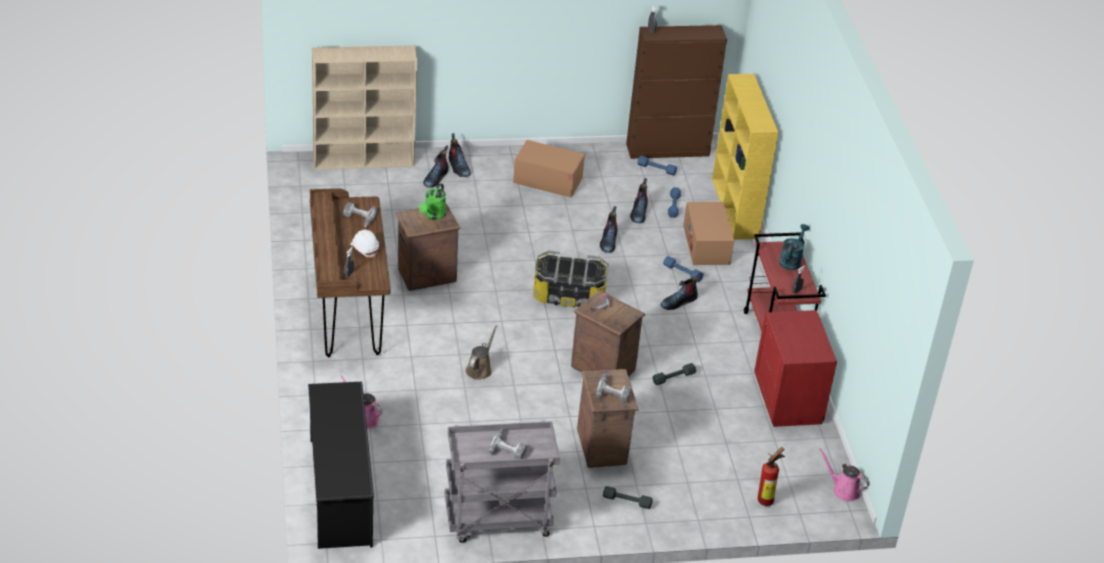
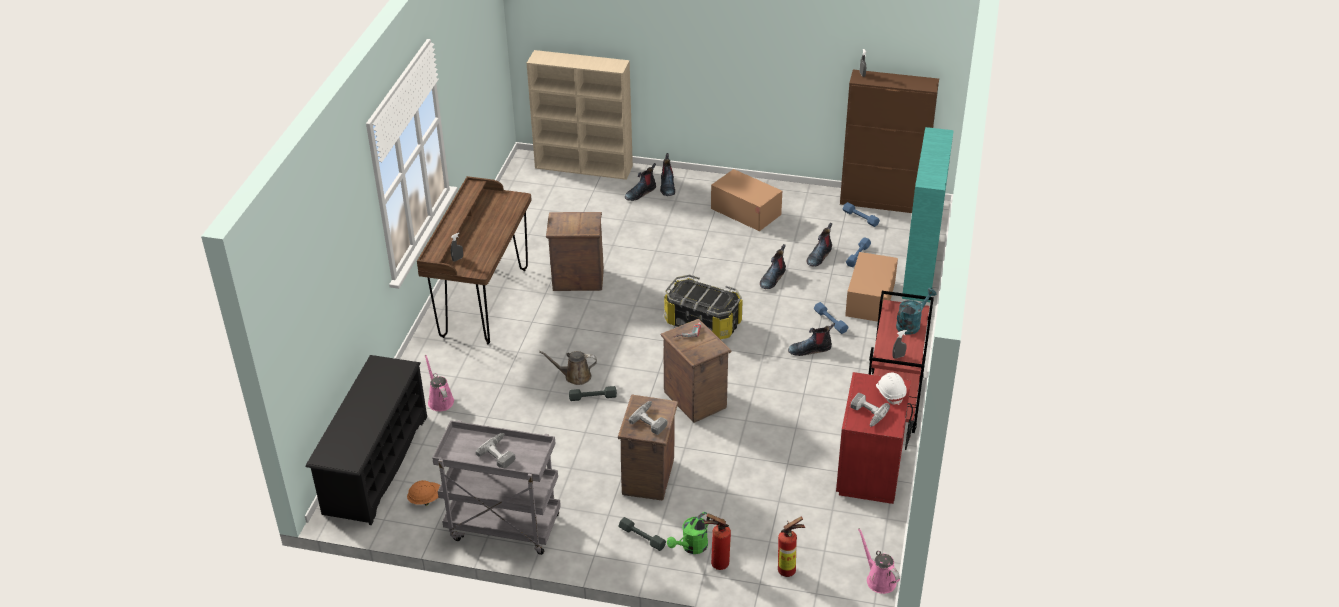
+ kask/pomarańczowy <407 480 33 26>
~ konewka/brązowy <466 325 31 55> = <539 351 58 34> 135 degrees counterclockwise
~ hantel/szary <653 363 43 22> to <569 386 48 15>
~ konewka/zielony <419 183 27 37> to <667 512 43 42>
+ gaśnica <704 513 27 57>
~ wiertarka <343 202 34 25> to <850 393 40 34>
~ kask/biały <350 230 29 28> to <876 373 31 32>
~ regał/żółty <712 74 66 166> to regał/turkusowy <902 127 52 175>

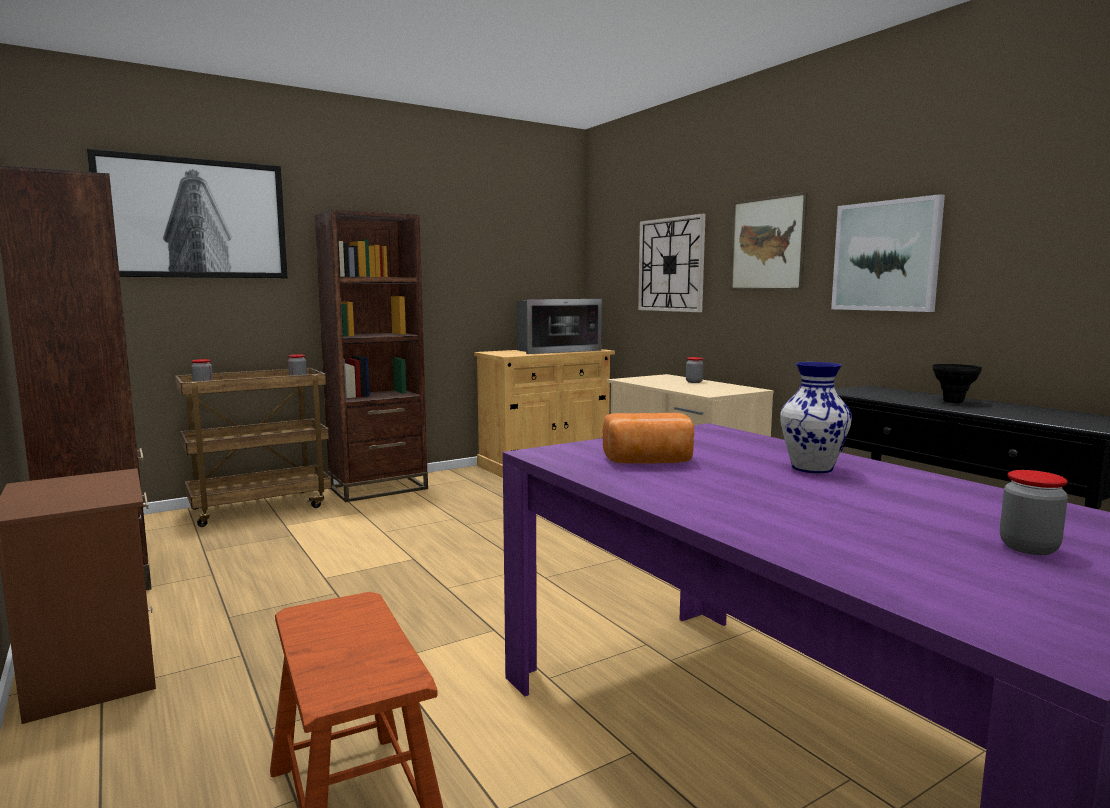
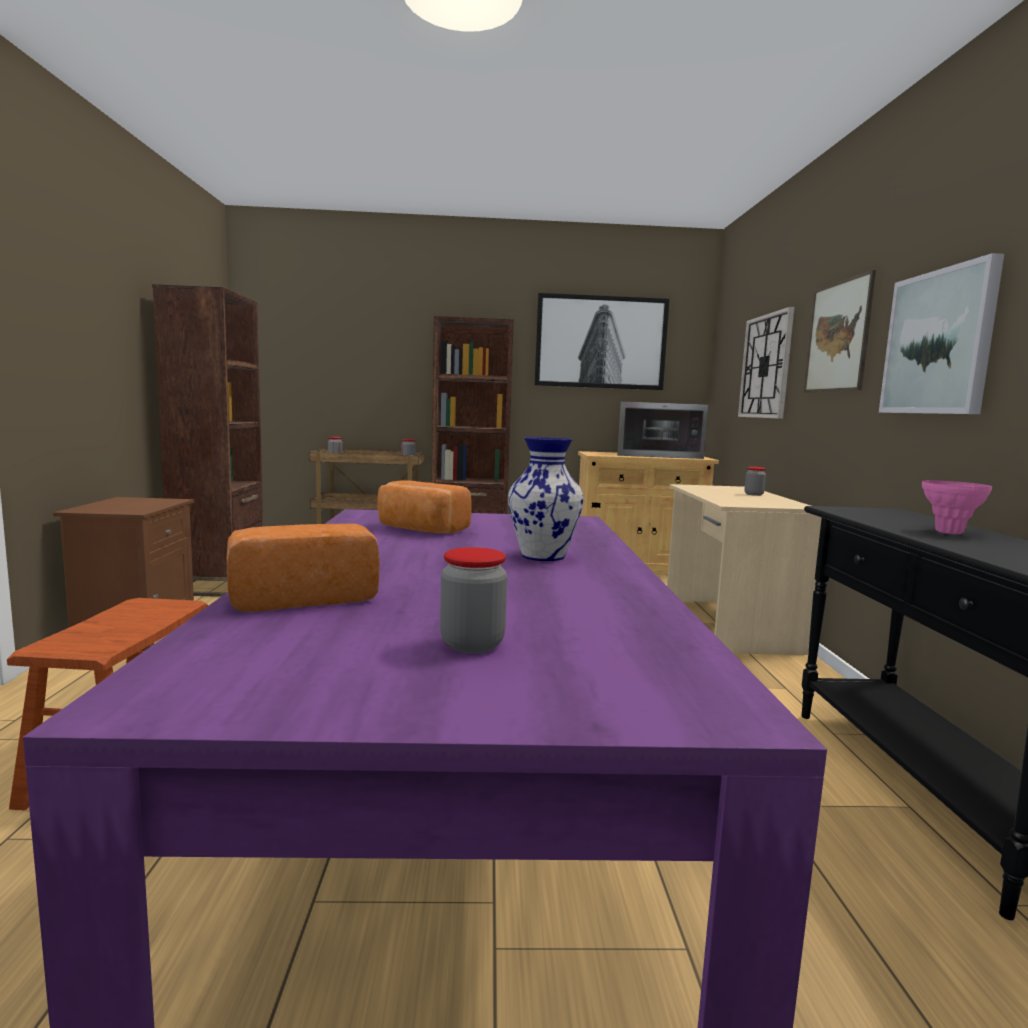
+ chleb <227 524 153 88>
~ obraz <87 149 200 129> to <535 293 135 97>
~ wazon/czarny <932 364 50 39> to wazon/różowy <922 480 70 54>

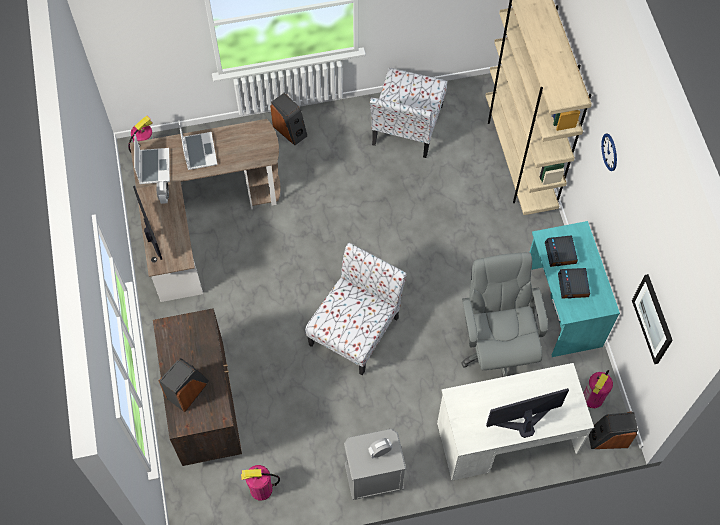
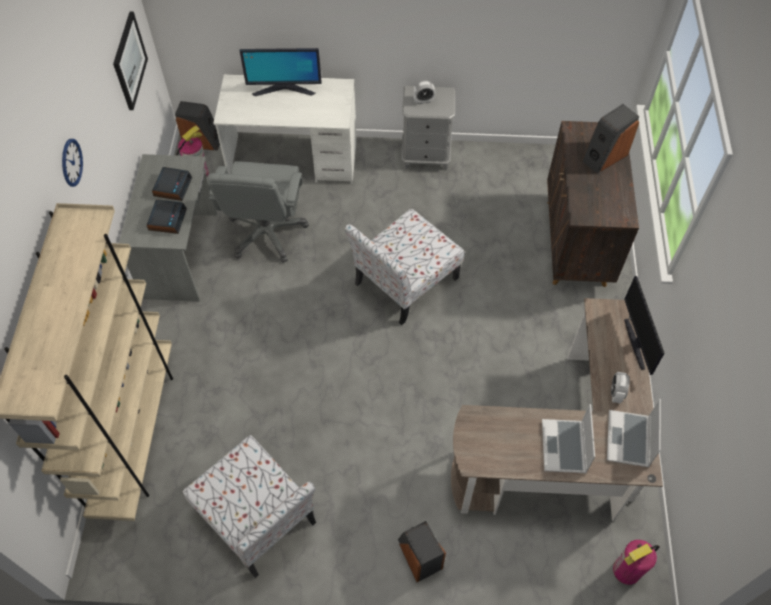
~ biurko/turkusowy <529 221 91 136> to biurko/szary <119 154 98 148>
~ krzesło <370 68 77 90> = <183 435 133 143> 105 degrees clockwise
- gaśnica <241 465 39 36>

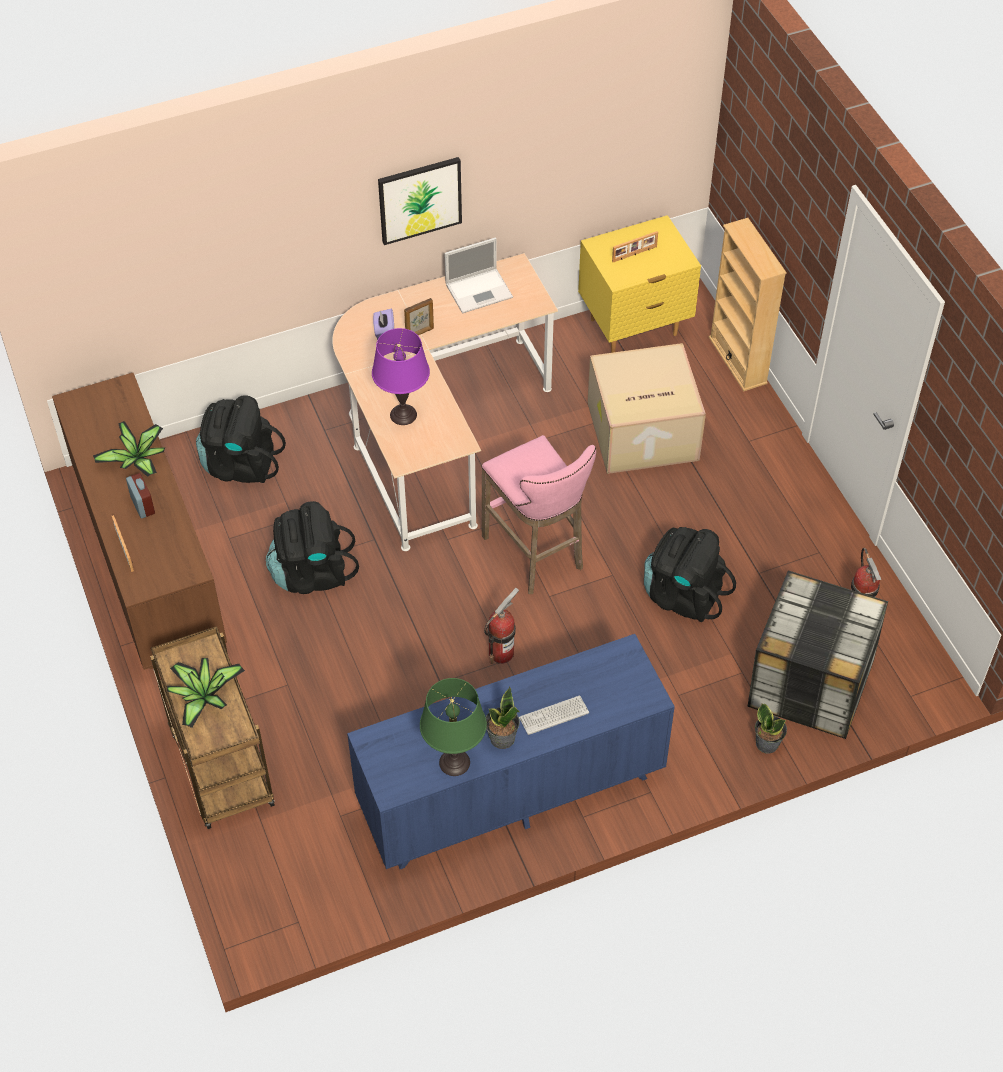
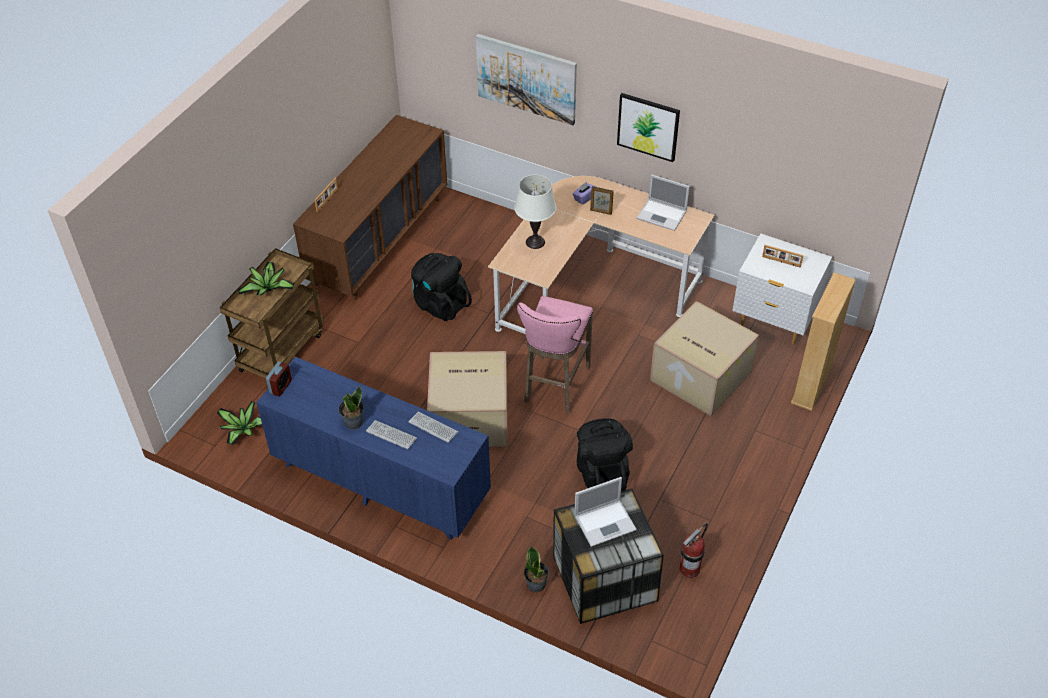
~ roślina doniczkowa <93 421 73 56> to <217 401 45 44>
~ budzik <126 473 29 46> to <266 361 26 36>
+ klawiatura <408 411 50 32>
~ gaśnica <484 588 35 76> to karton <427 351 80 96>
+ obraz <476 34 101 91>
~ lampa stołowa/fioletowy <372 328 58 97> to lampa stołowa/biały <514 175 42 74>
+ laptop <574 477 63 70>
~ szafka nocna/żółty <578 215 123 138> to szafka nocna/biały <732 233 100 112>
- plecak/czarny <196 395 90 88>
- lampa stołowa/zielony <420 678 67 98>

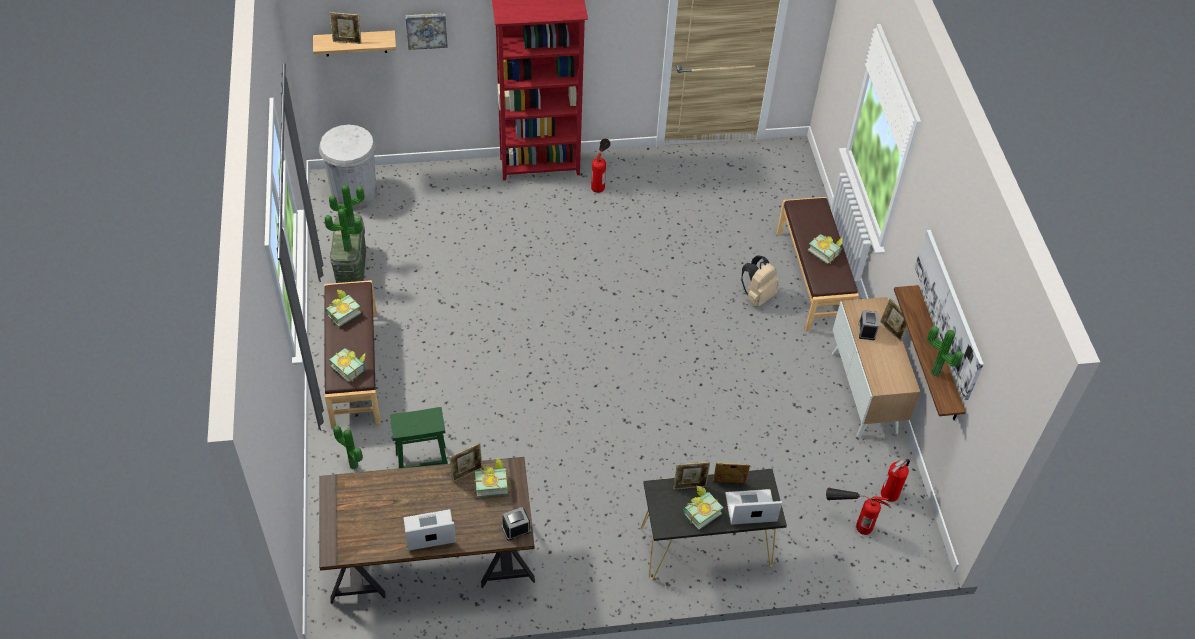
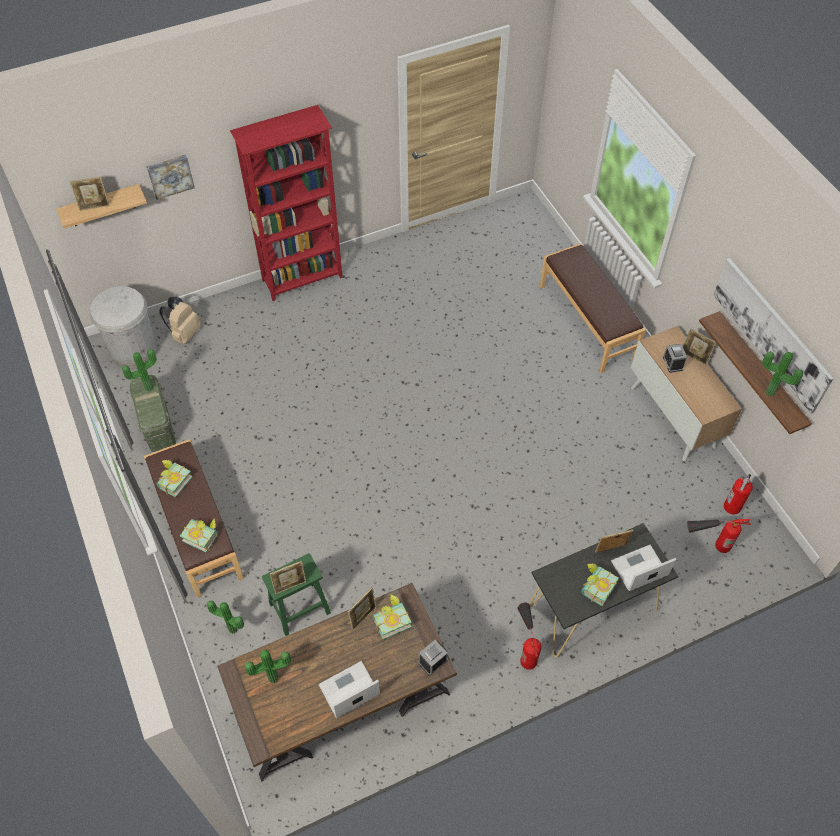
~ plecak/beżowy <741 256 38 51> to <159 297 42 47>
~ roślina doniczkowa <325 209 38 43> to <245 650 46 33>
~ ramka na zdjęcie <673 461 37 29> to <270 561 36 33>
~ gaśnica <591 139 19 54> to <518 602 23 68>
- książka <807 234 36 30>

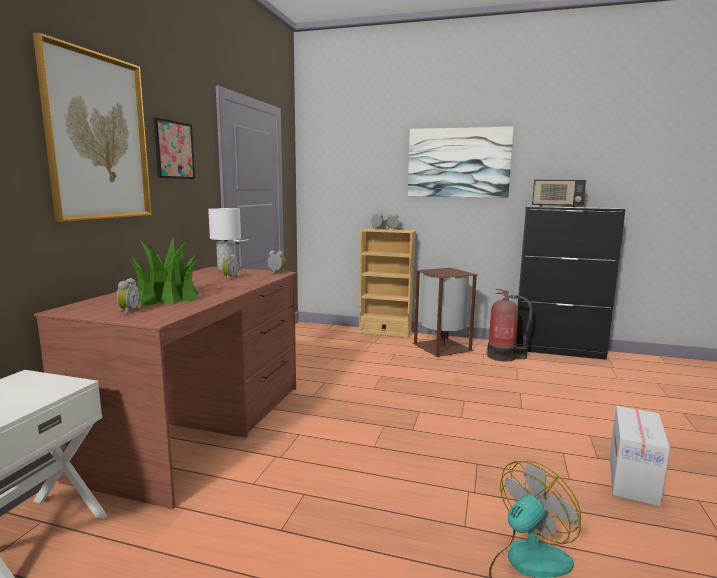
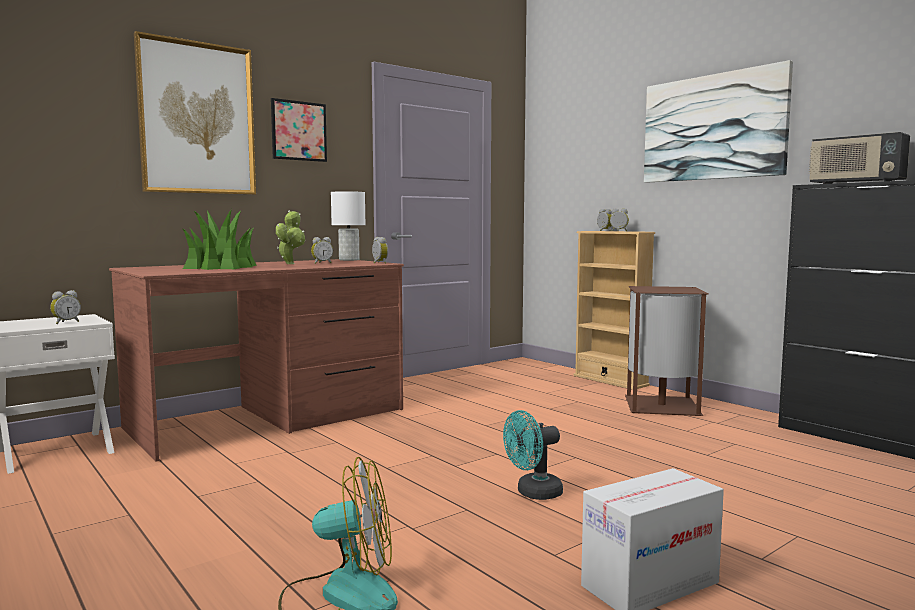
~ budzik <117 278 23 36> to <50 290 31 34>
+ roślina doniczkowa <276 211 29 53>
+ wentylator/turkusowy <503 410 60 90>
- gaśnica <487 289 46 73>

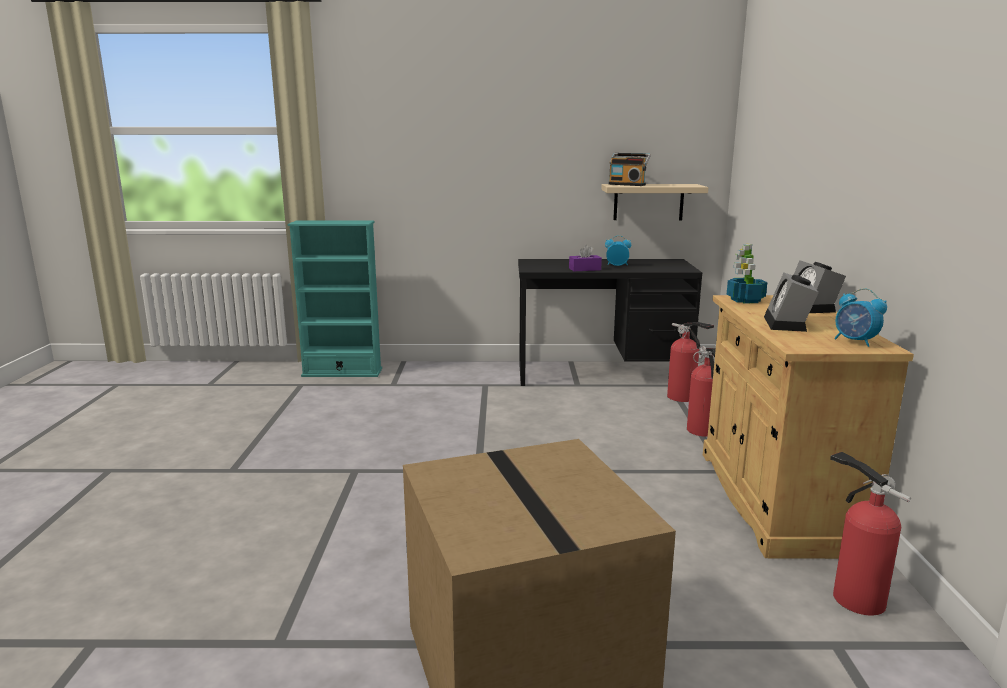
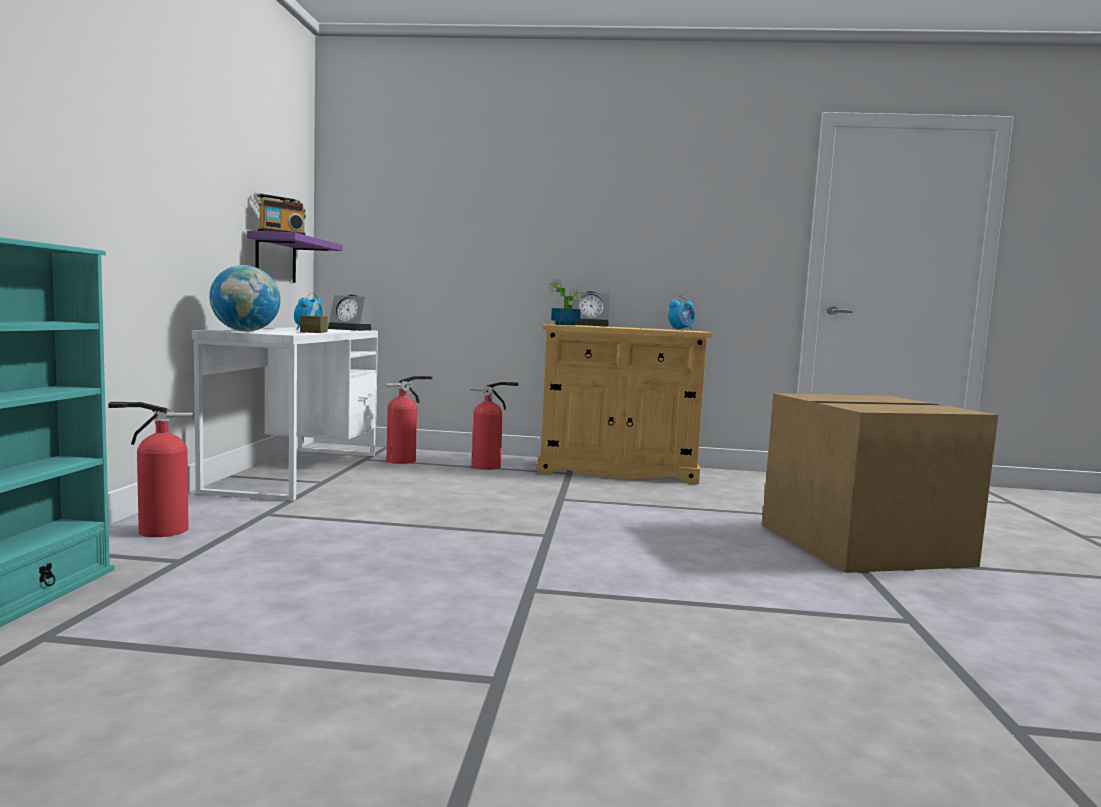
~ gaśnica <830 452 81 163> to <108 402 85 135>
~ biurko/czarny <518 259 184 127> to biurko/biały <192 327 186 174>
+ globus <209 265 72 66>
~ półka/beżowy <601 184 107 36> to półka/fioletowy <247 231 96 52>
~ pudełko chusteczek/fioletowy <569 245 33 26> to pudełko chusteczek/brązowy <300 301 28 32>
~ budzik <764 272 55 60> to <328 294 46 37>

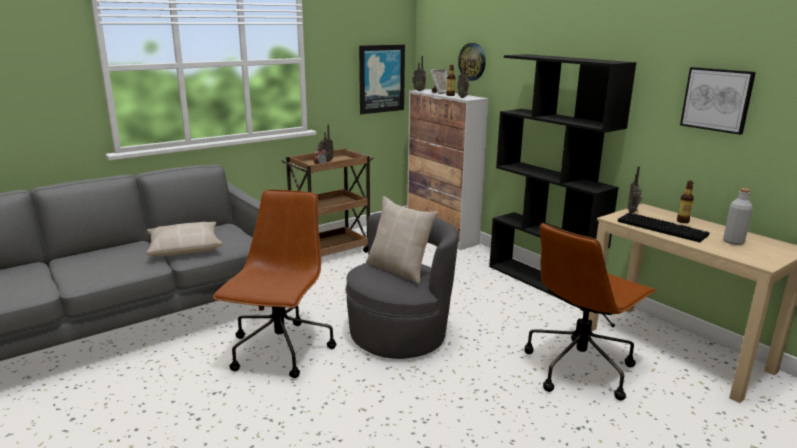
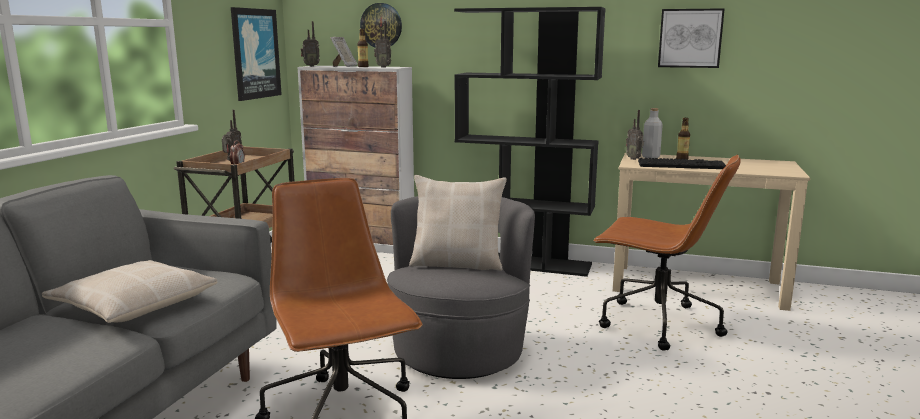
~ krzesło biurowe/brązowy <525 223 132 178> = <593 155 148 196> 75 degrees counterclockwise
~ butelka/szary <723 188 30 57> to <642 108 21 51>

